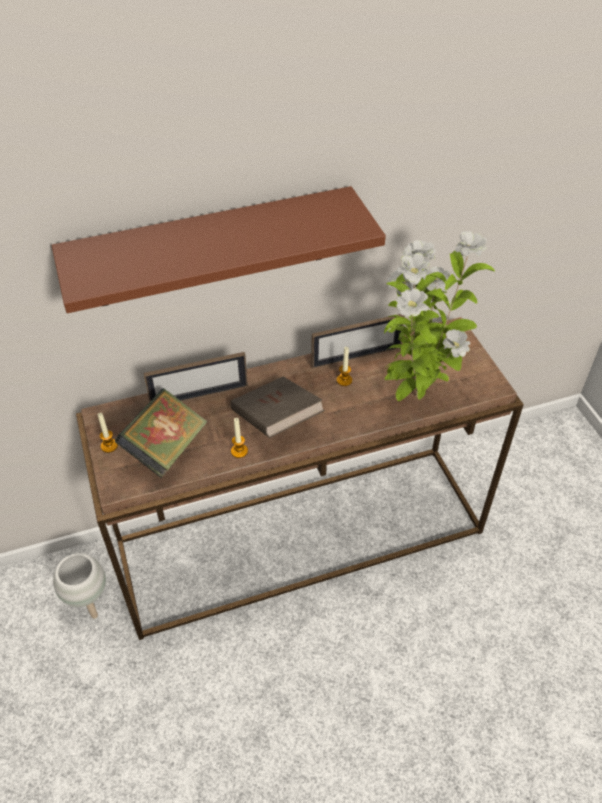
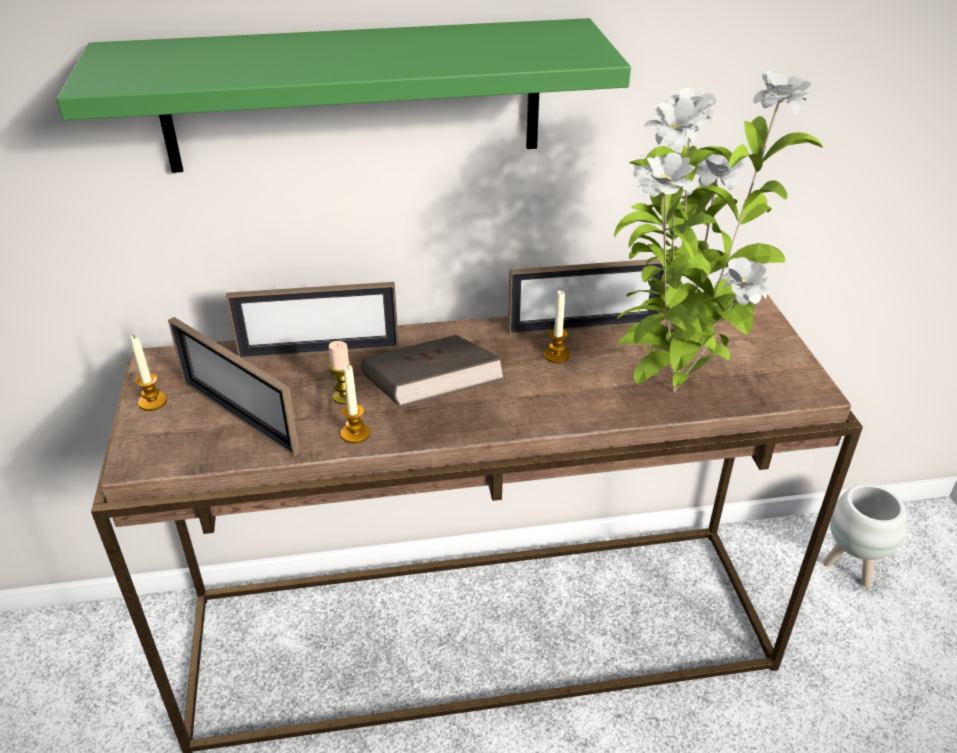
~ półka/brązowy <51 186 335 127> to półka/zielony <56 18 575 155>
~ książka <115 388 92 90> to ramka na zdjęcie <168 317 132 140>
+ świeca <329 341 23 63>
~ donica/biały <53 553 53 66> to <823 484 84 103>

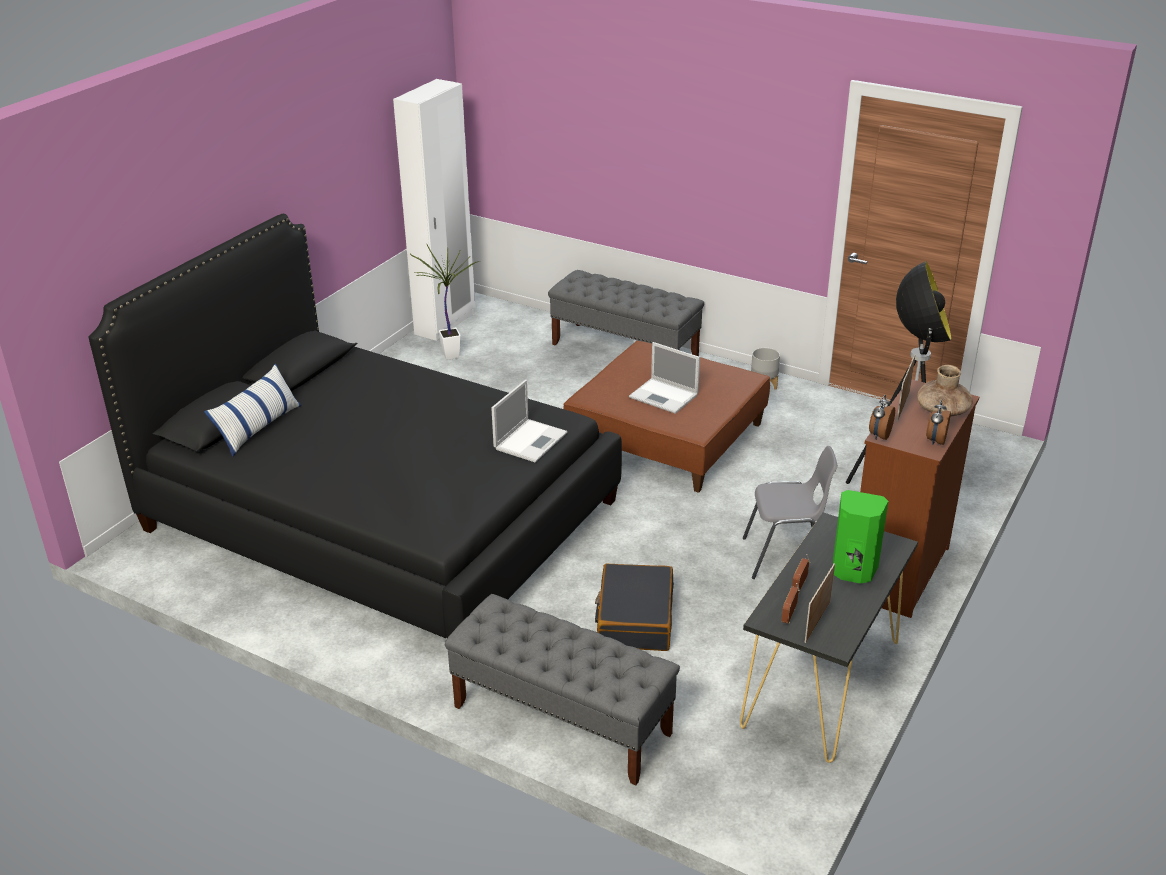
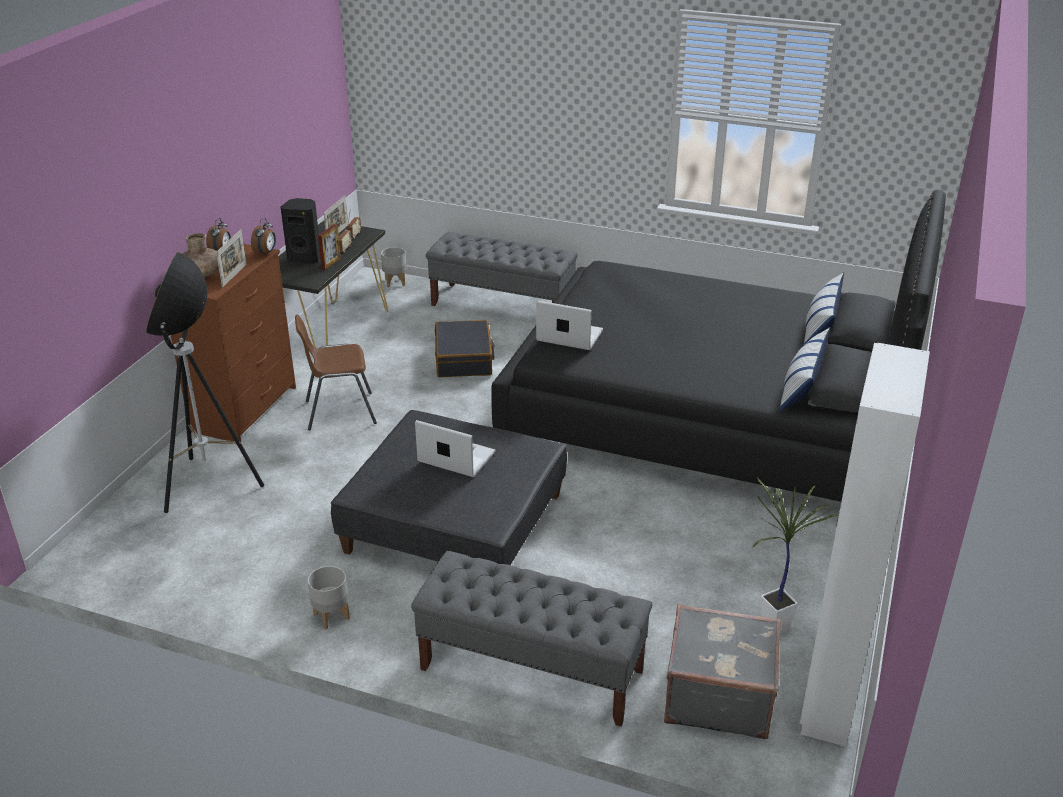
~ głośnik/zielony <833 490 55 94> to głośnik/czarny <281 198 39 66>
~ krzesło/szary <743 446 95 133> to krzesło/brązowy <295 315 82 115>
+ ramka na zdjęcie <318 224 23 46>
~ pufa/brązowy <563 341 207 152> to pufa/szary <331 410 236 155>
+ donica/szary <381 247 25 40>
~ laptop <491 380 77 82> = <536 300 67 50> 90 degrees clockwise
+ walizka/szary <664 604 117 135>
+ poduszka <779 327 51 85>

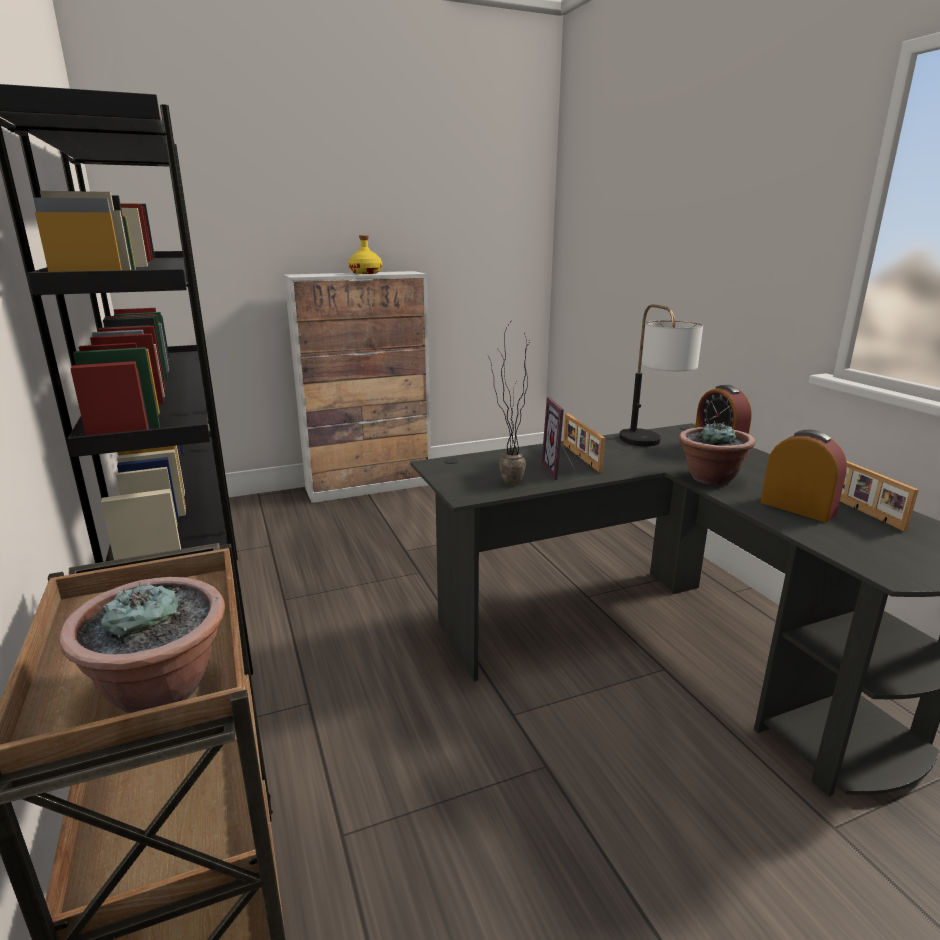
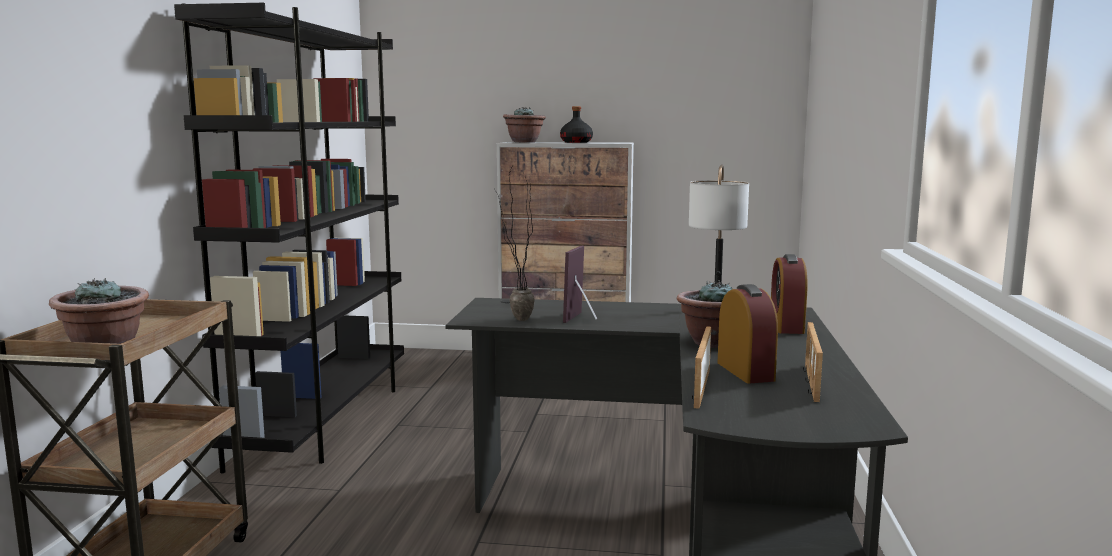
+ roślina doniczkowa <503 107 43 36>
~ butelka/żółty <349 235 33 39> to butelka/czarny <560 106 33 37>
~ ramka na zdjęcie <563 413 42 60> to <692 326 19 83>

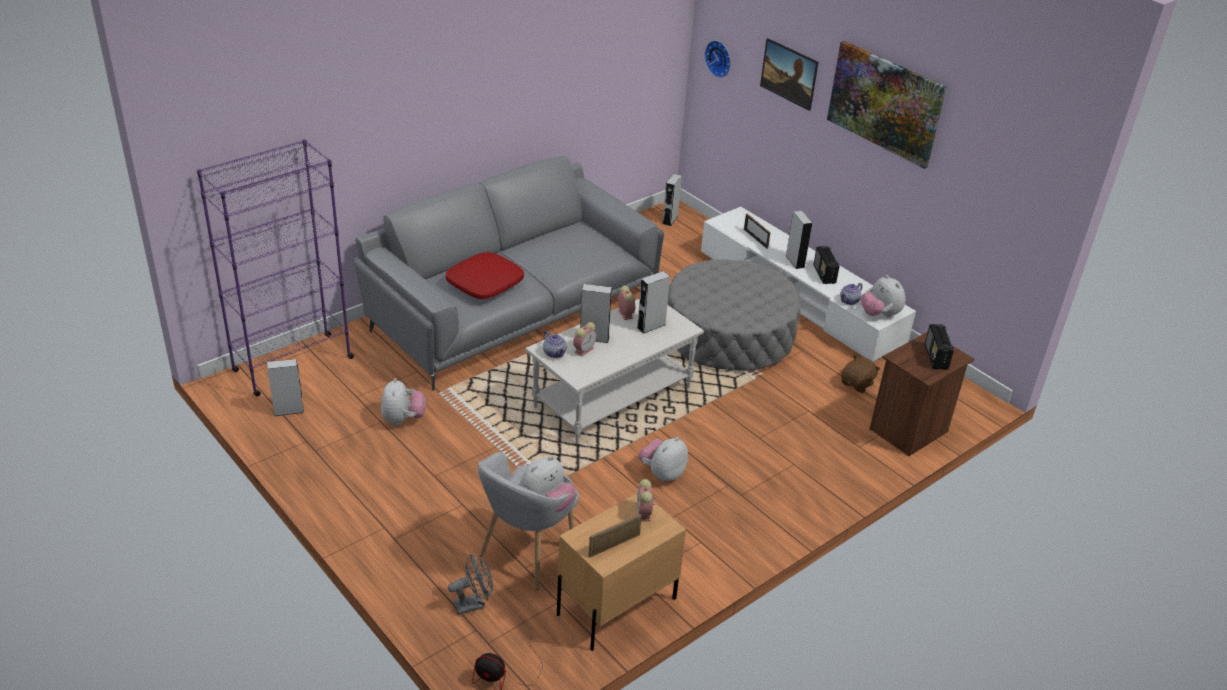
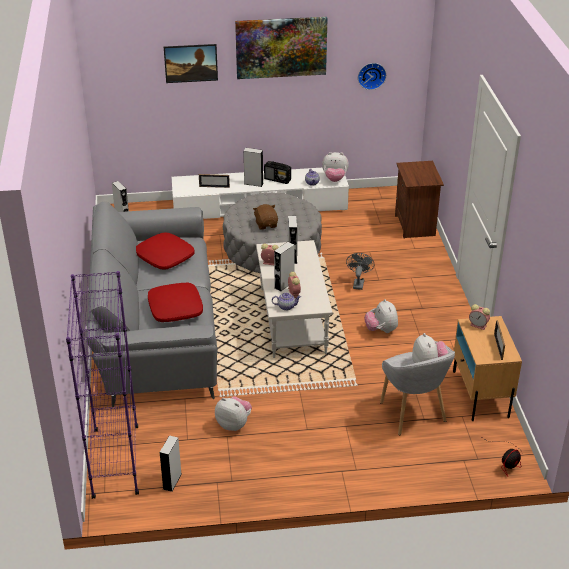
+ poduszka/czerwony <136 233 59 36>
~ pluszak/brązowy <841 355 39 38> to <253 204 25 26>
~ wentylator/szary <448 554 45 61> to <346 253 29 37>
~ zegar ścienny <704 40 27 38> to <358 63 28 27>
- radio <925 324 29 46>

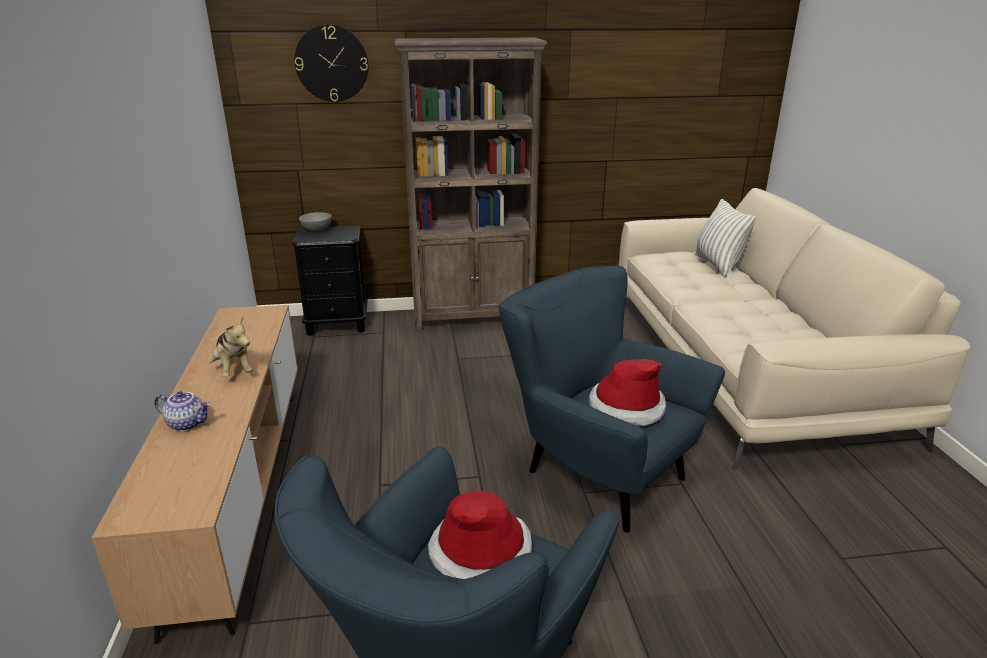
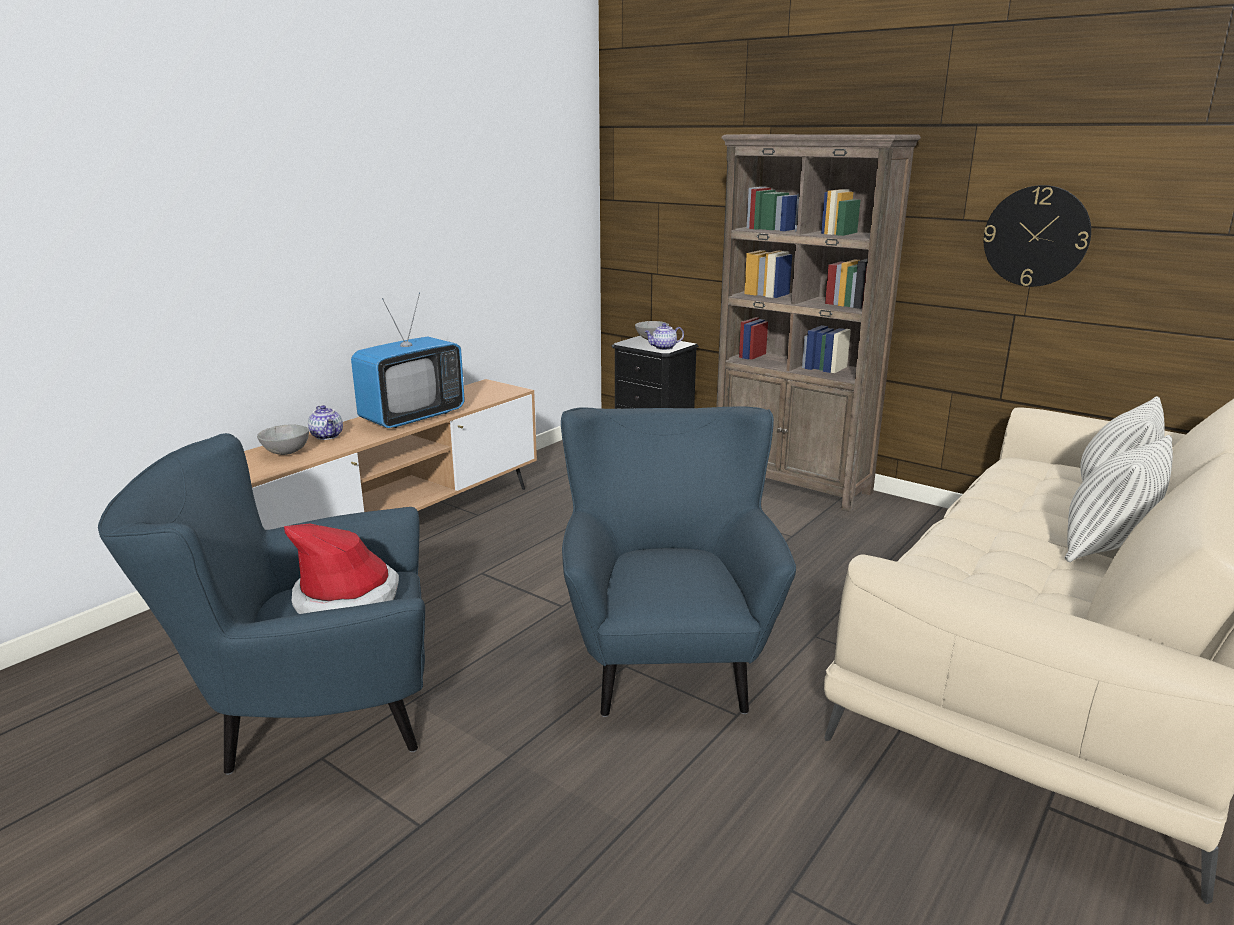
+ miska/szary <257 424 52 31>
~ pluszak <207 316 46 61> to telewizor <351 293 114 135>
+ imbryk <644 323 40 27>
~ zegar ścienny <295 24 74 78> to <984 185 107 102>
+ poduszka <1065 435 108 127>
- kapelusz <589 359 77 67>

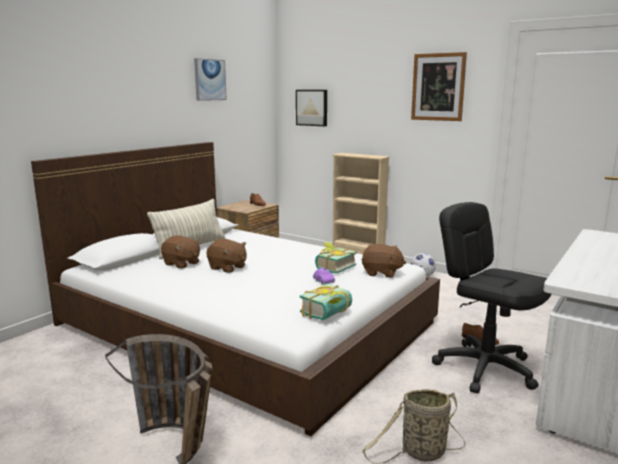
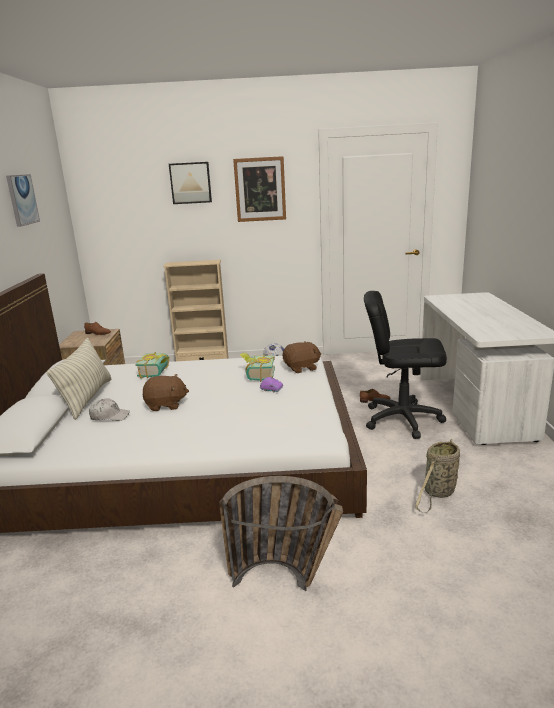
~ pluszak/brązowy <161 235 39 34> to czapka z daszkiem/biały <89 398 41 23>
~ książka <300 284 52 36> to <135 352 34 26>
~ obraz <296 90 31 36> to <169 162 43 42>

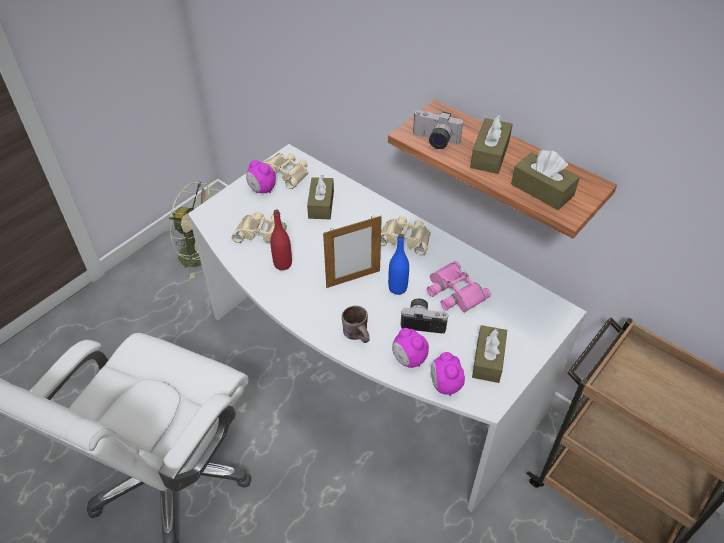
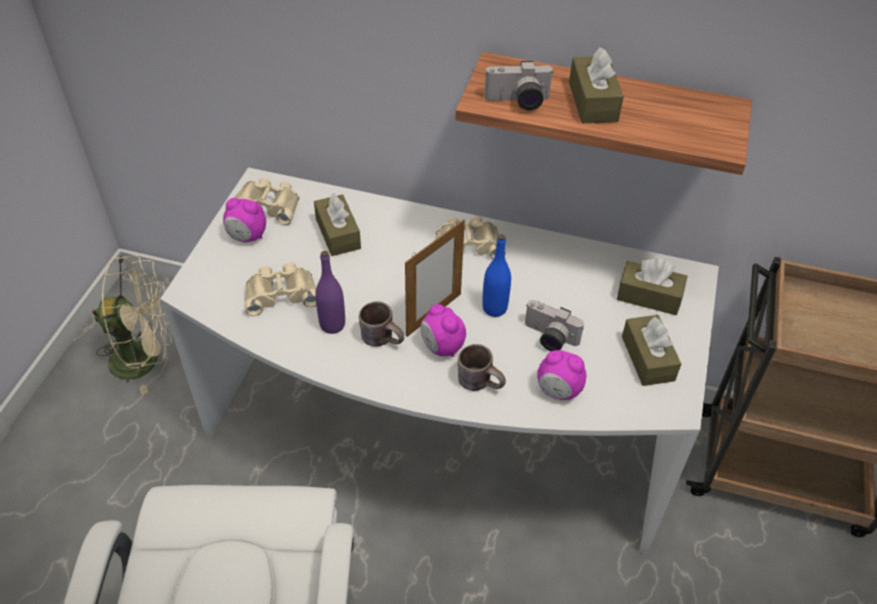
~ butelka/czerwony <270 210 22 60> to butelka/fioletowy <315 251 30 83>
+ kubek/brązowy <359 301 45 46>
~ budzik <431 352 34 44> to <421 304 45 53>
~ aparat fotograficzny <400 299 48 35> = <525 300 59 51> 135 degrees counterclockwise
~ pudełko chusteczek/brązowy <511 150 69 60> to <617 258 70 57>
- lornetka/różowy <427 261 64 51>

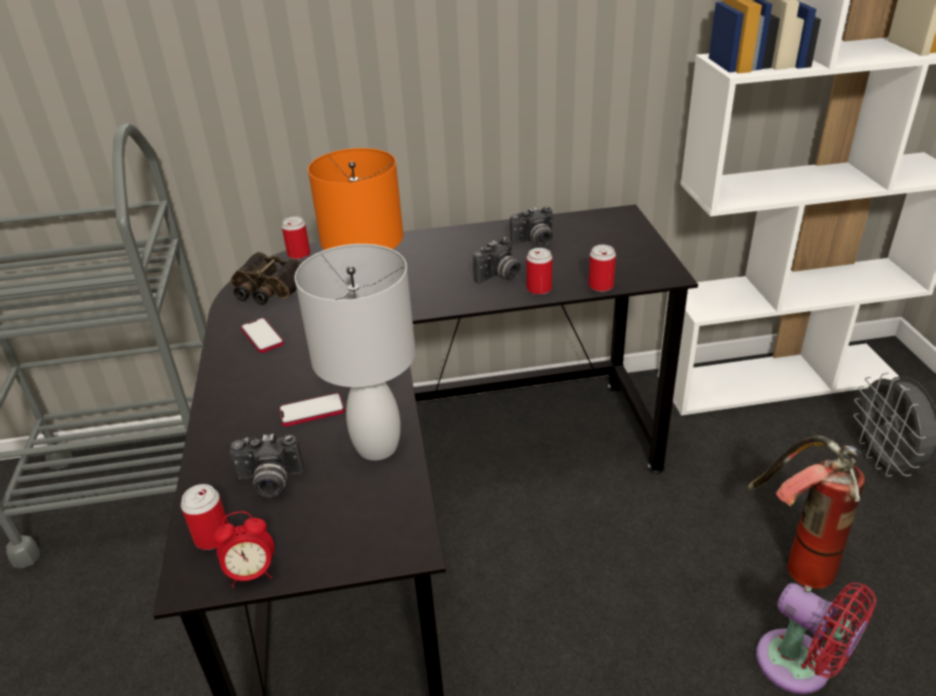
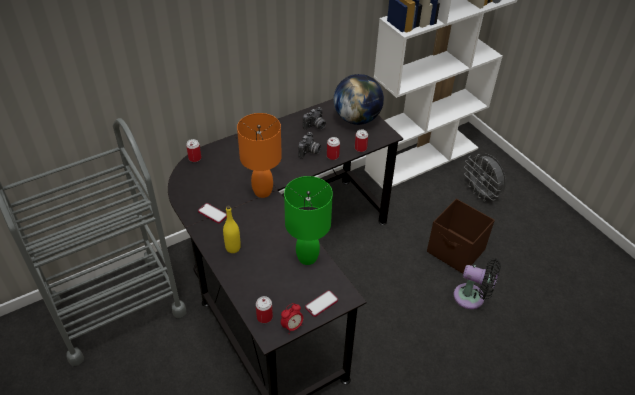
+ butelka/żółty <223 206 18 47>
~ lampa stołowa/biały <295 244 121 217> to lampa stołowa/zielony <284 176 49 89>
~ telefon <279 393 66 33> to <305 290 33 27>
+ globus <334 74 50 51>
~ gaśnica <748 435 117 154> to pojemnik do przechowywania/brązowy <427 199 68 75>
~ wentylator/czerwony <756 583 120 111> to wentylator/czarny <454 258 47 51>
- aparat fotograficzny <230 434 74 63>
- lornetka <231 252 72 53>

